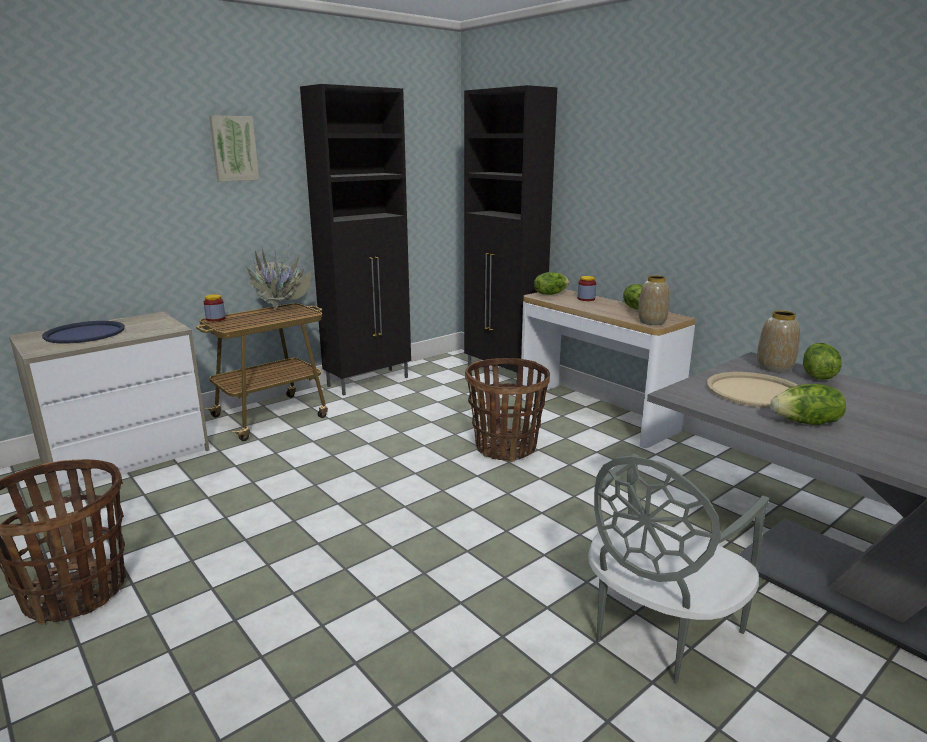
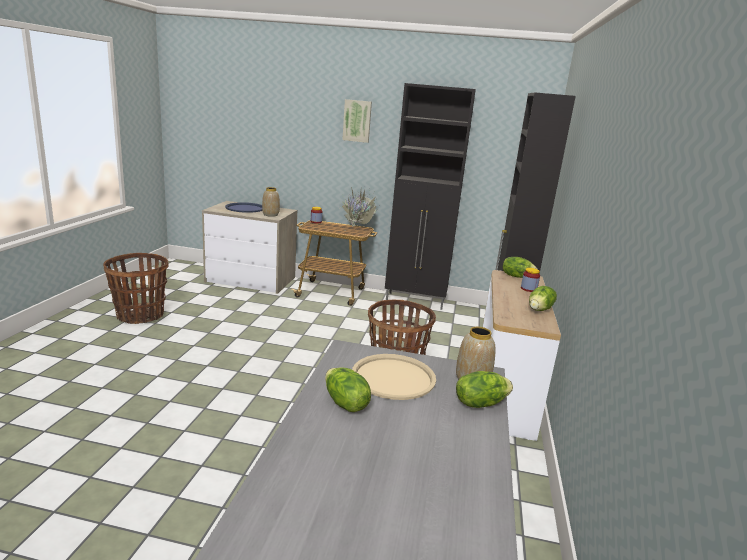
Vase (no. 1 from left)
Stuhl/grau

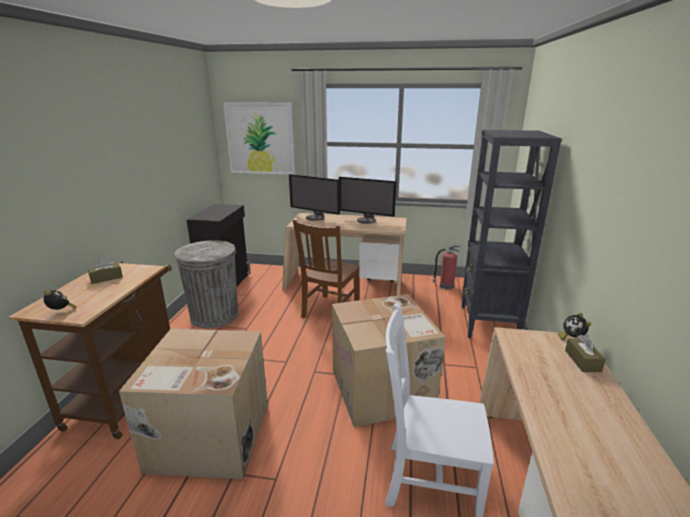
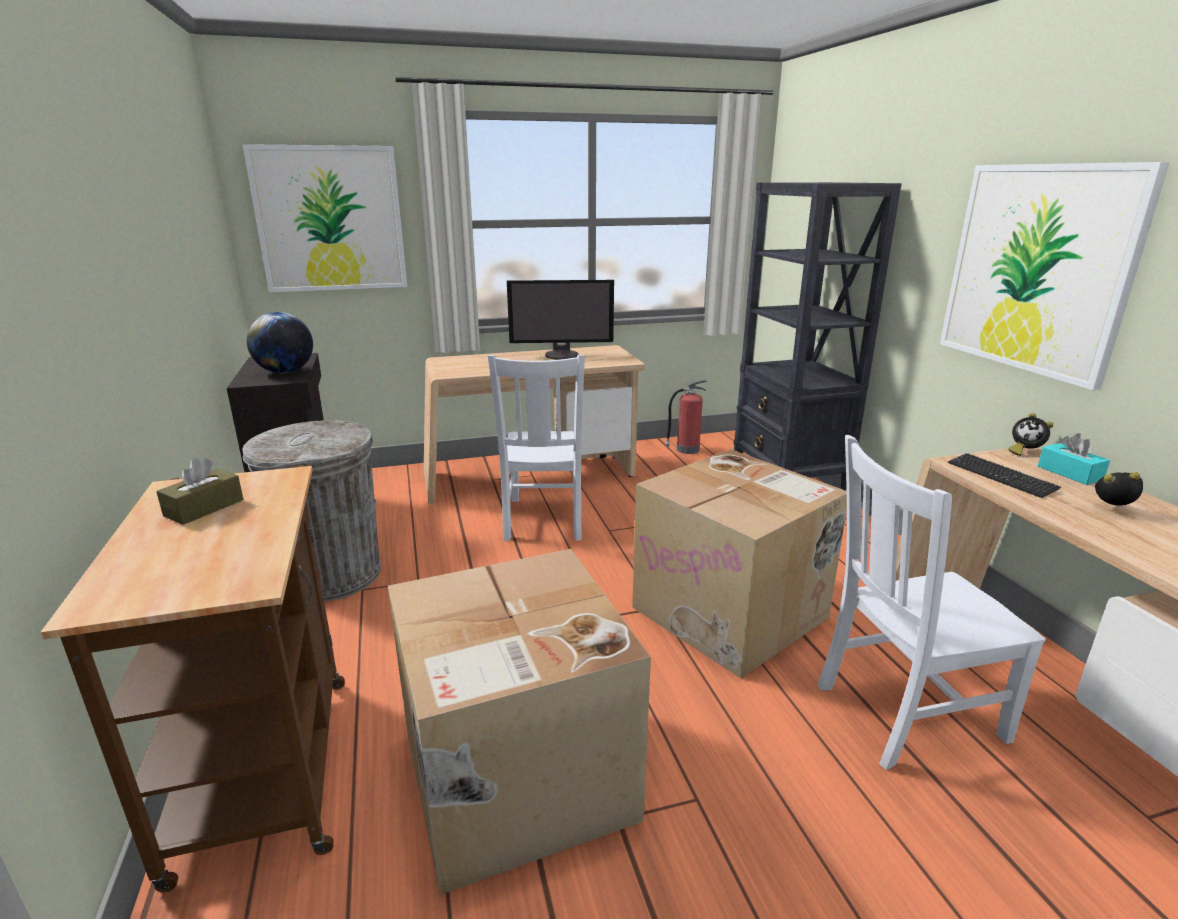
Globus
Stuhl/weiß (no. 1 from left)
Bild (no. 2 from left)
Tastatur
Taschentuchbox/türkis
Wecker (no. 2 from left)
Monitor (no. 1 from left in the first image)

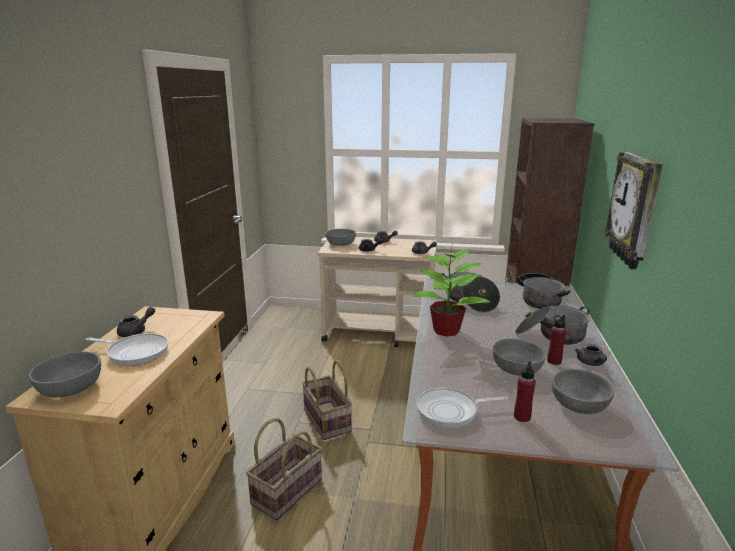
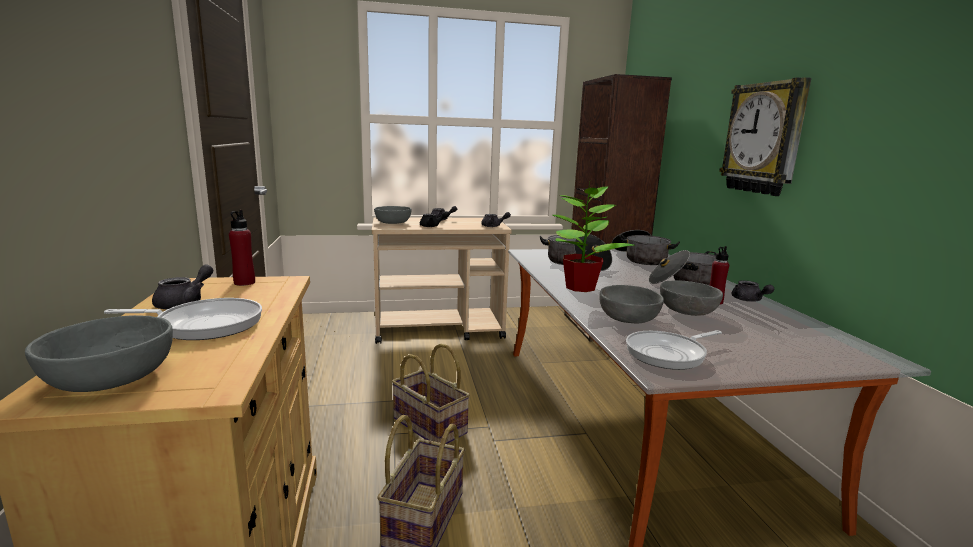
Flasche/rot (no. 1 from left)
Schüssel/grau (no. 3 from left)

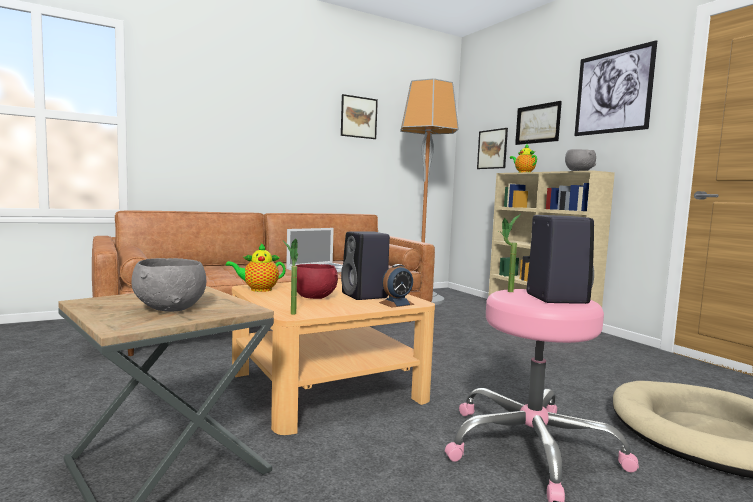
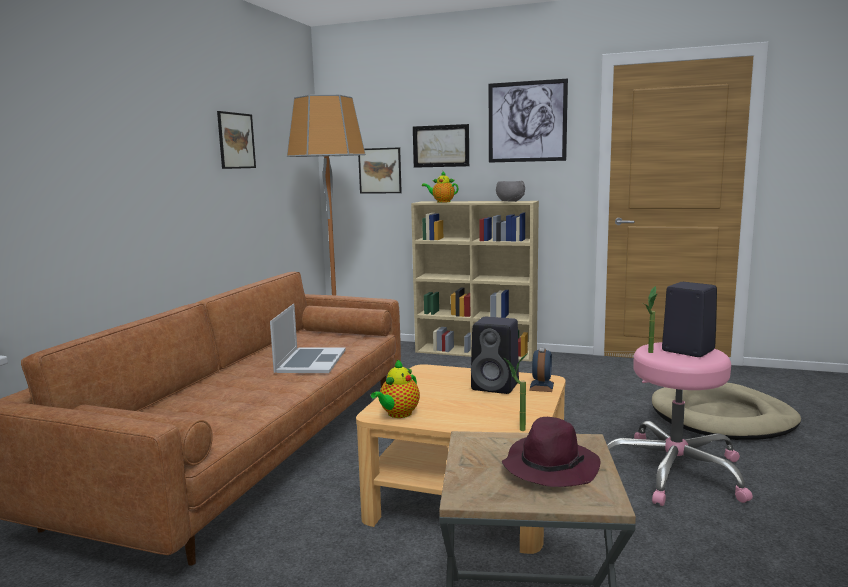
Hut/lila
Schüssel/rot

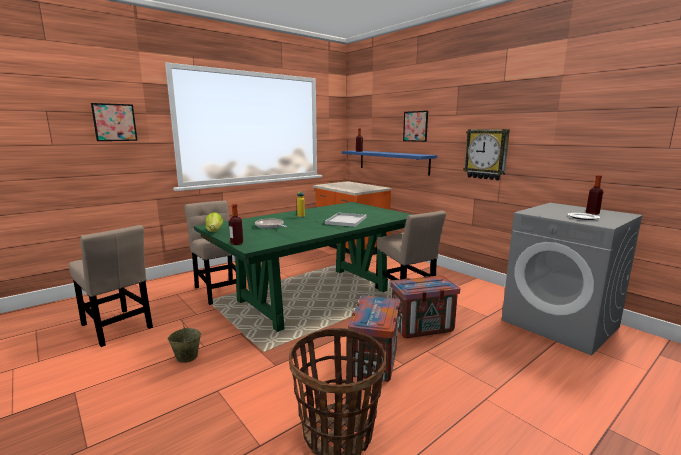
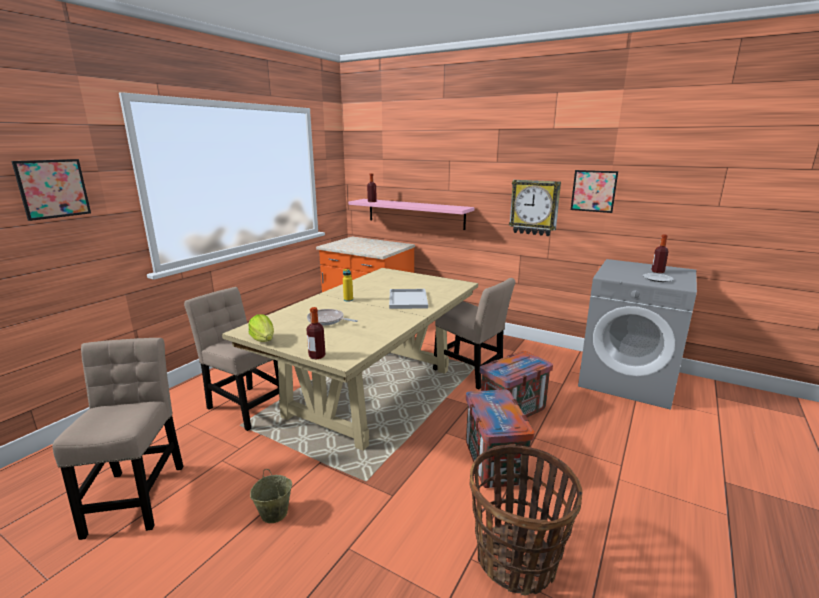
Stuhl/beige (no. 1 from left)
Esstisch/beige
Wandregal/rosa
Bild (no. 2 from left)

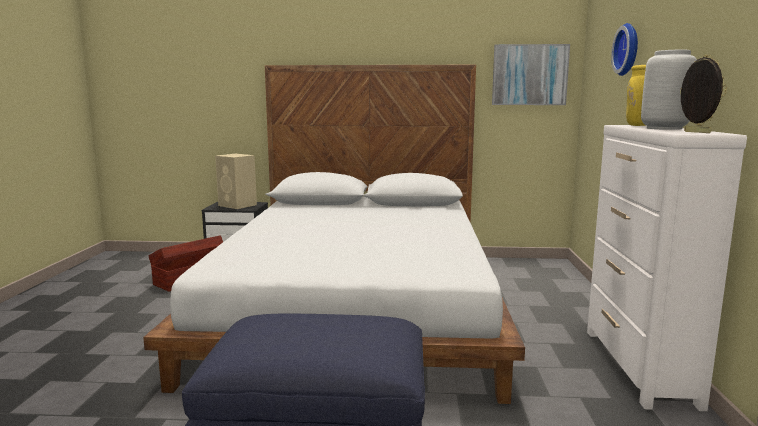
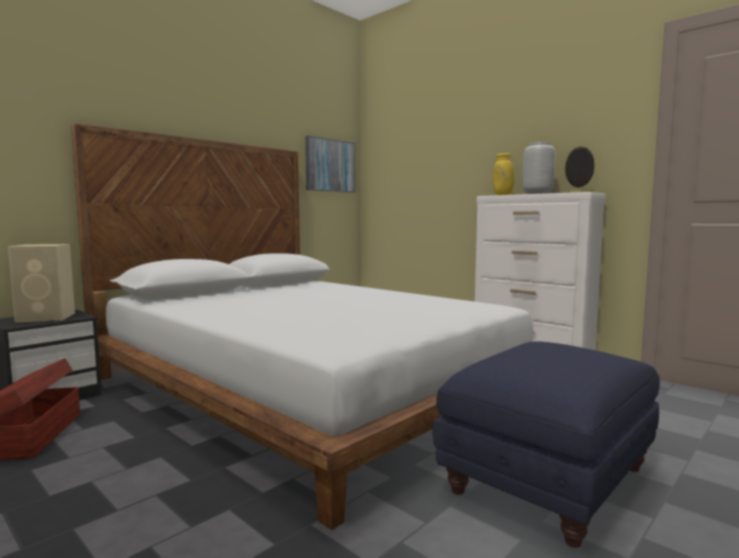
Wanduhr

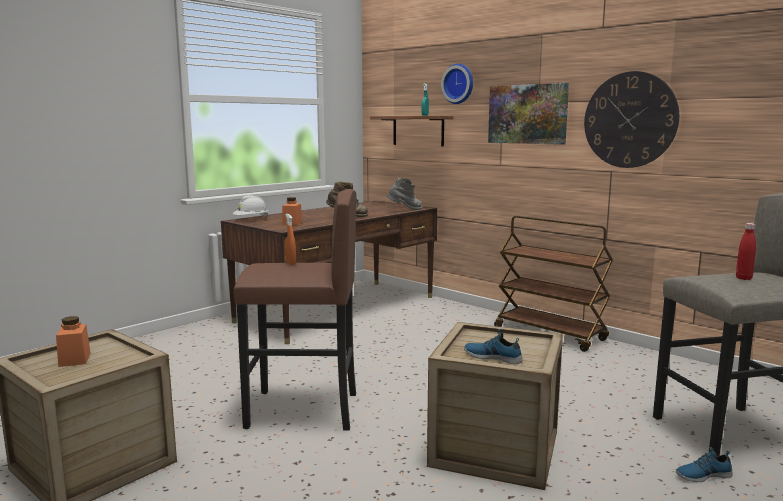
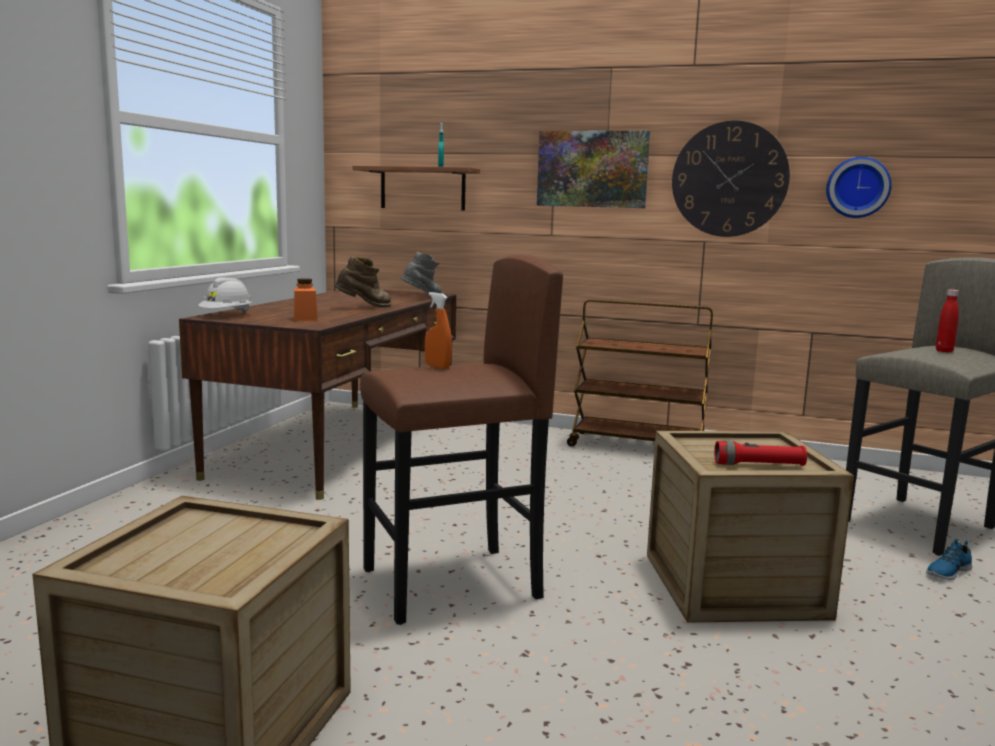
Taschenlampe/rot
Wanduhr (no. 2 from left)
Vorratsglas/orange (no. 1 from left in the first image)

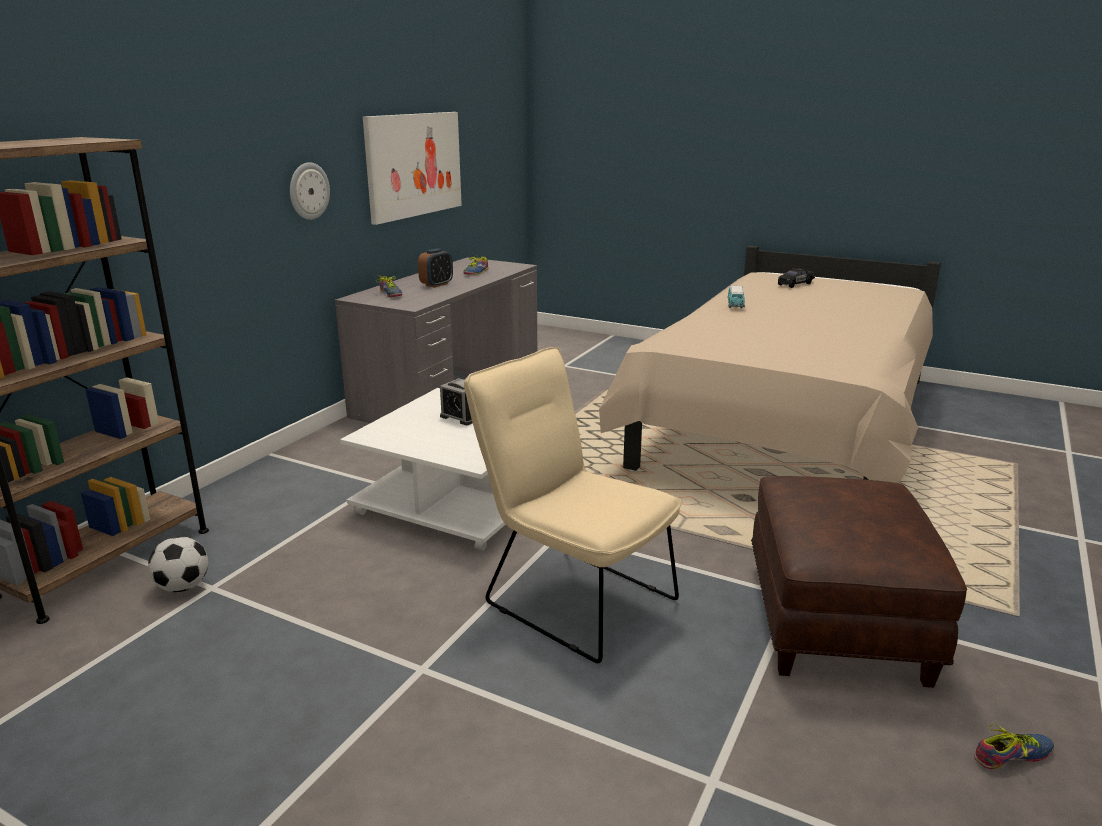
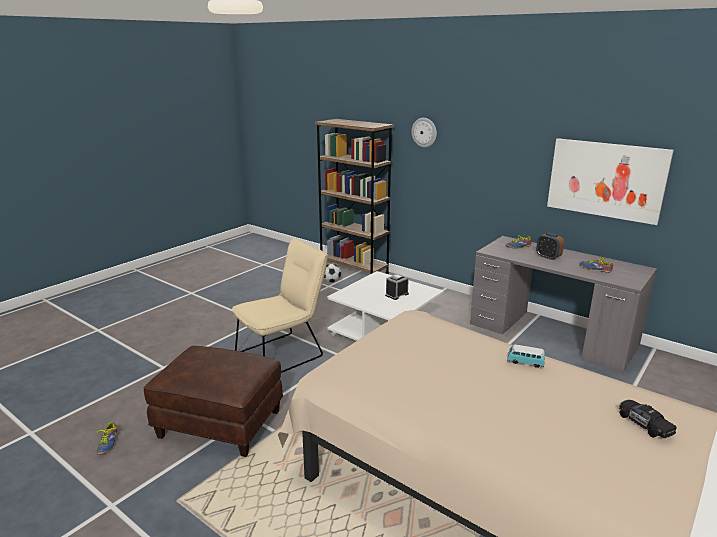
Wanduhr

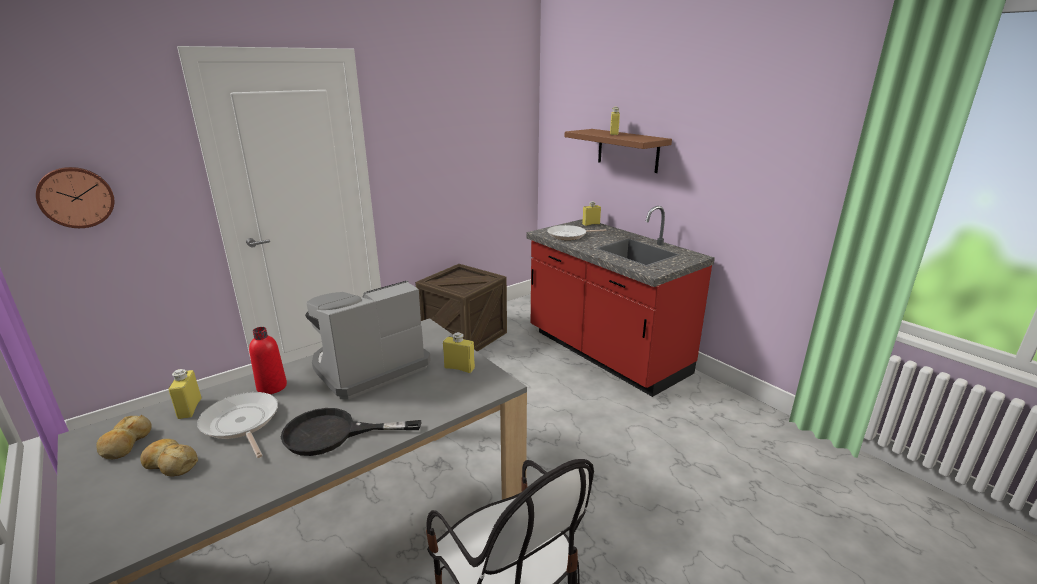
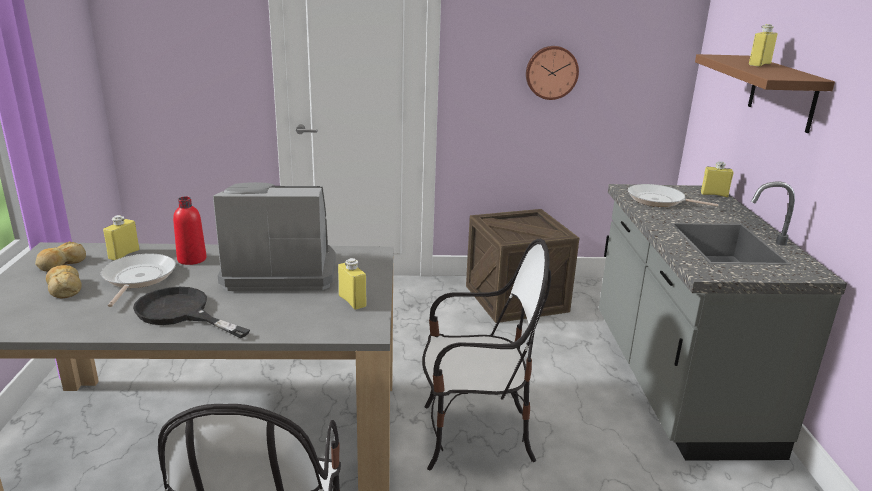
Stuhl (no. 2 from left)
Wanduhr
Küchenzeile/grau

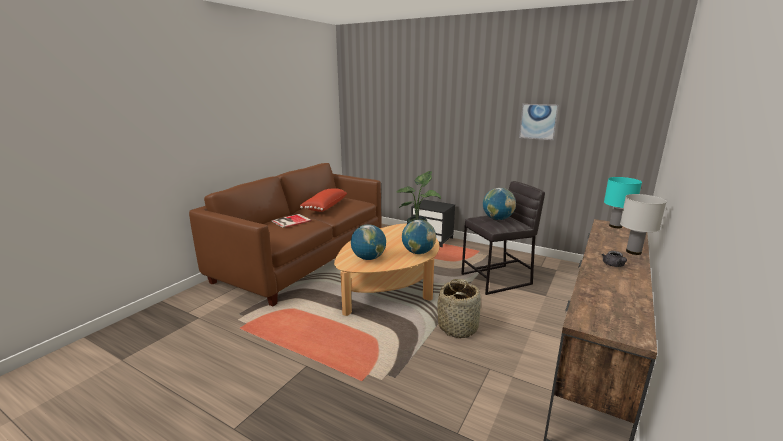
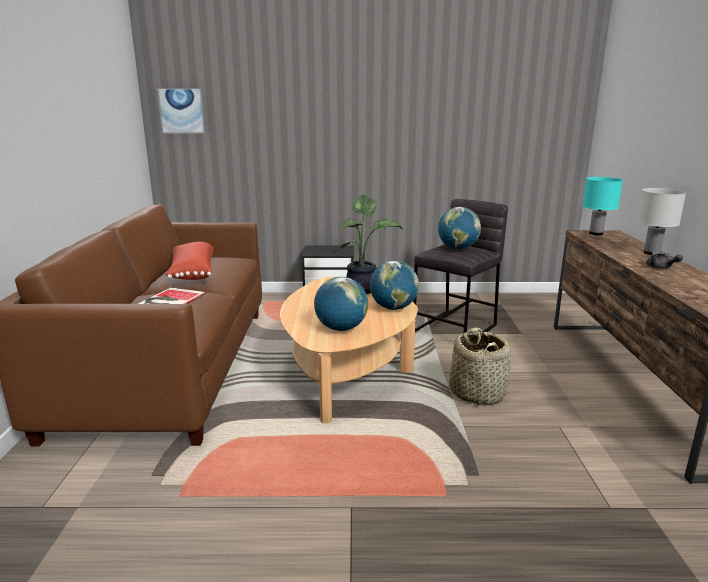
Bild

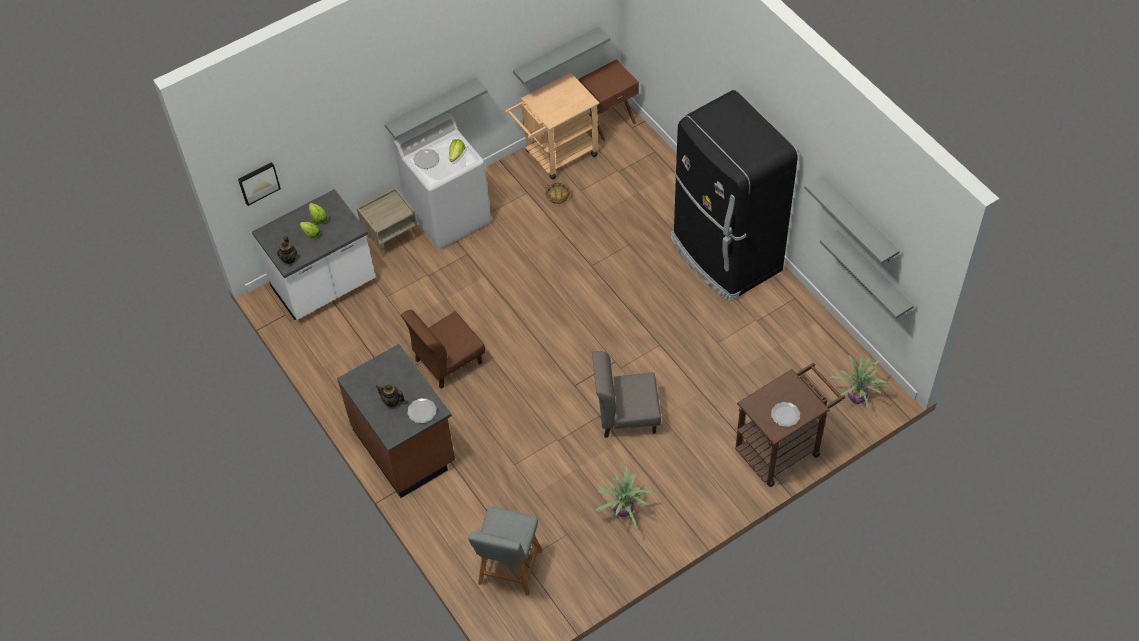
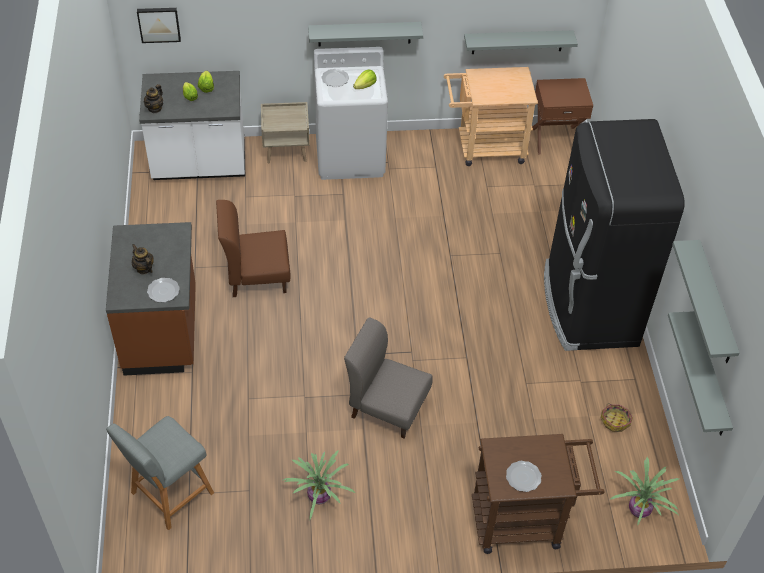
Korb

